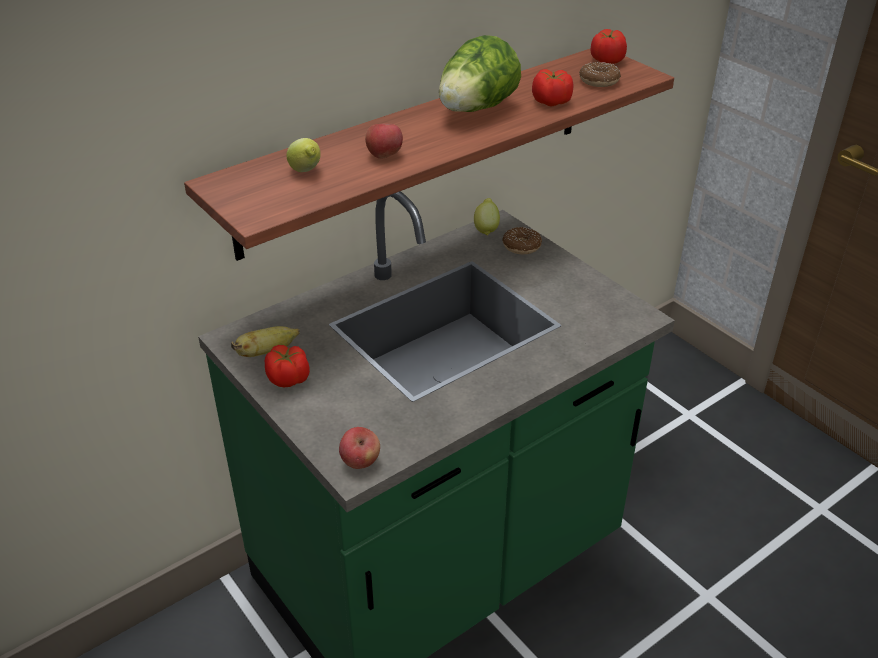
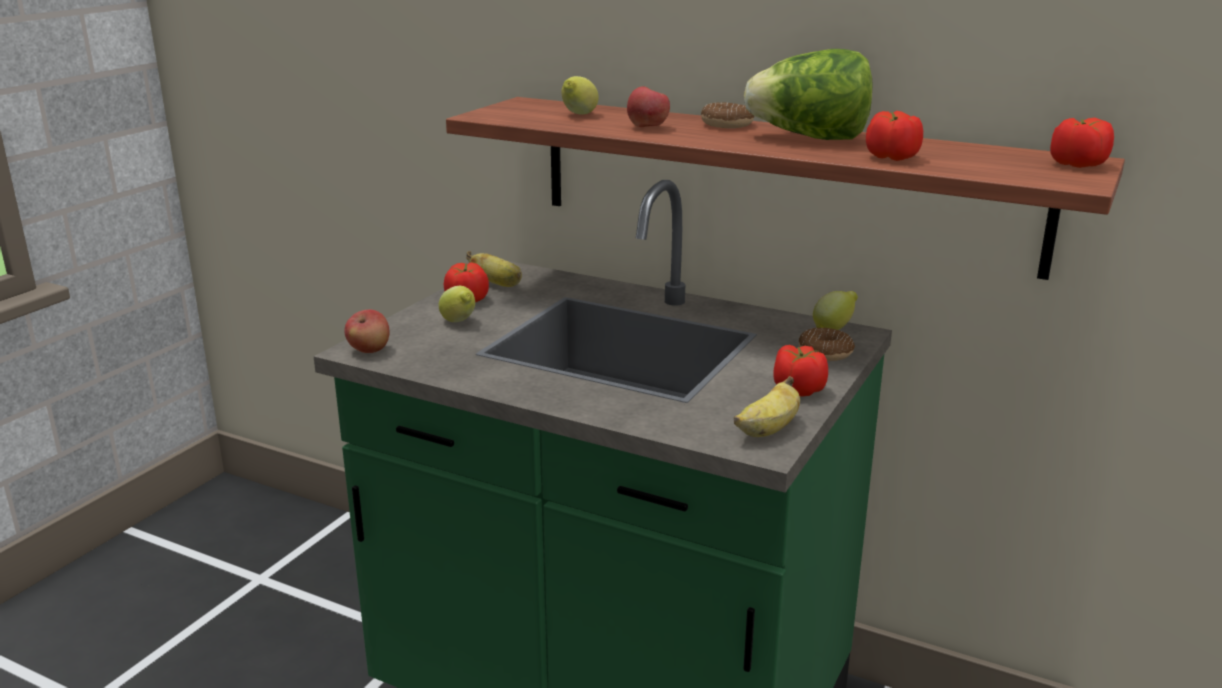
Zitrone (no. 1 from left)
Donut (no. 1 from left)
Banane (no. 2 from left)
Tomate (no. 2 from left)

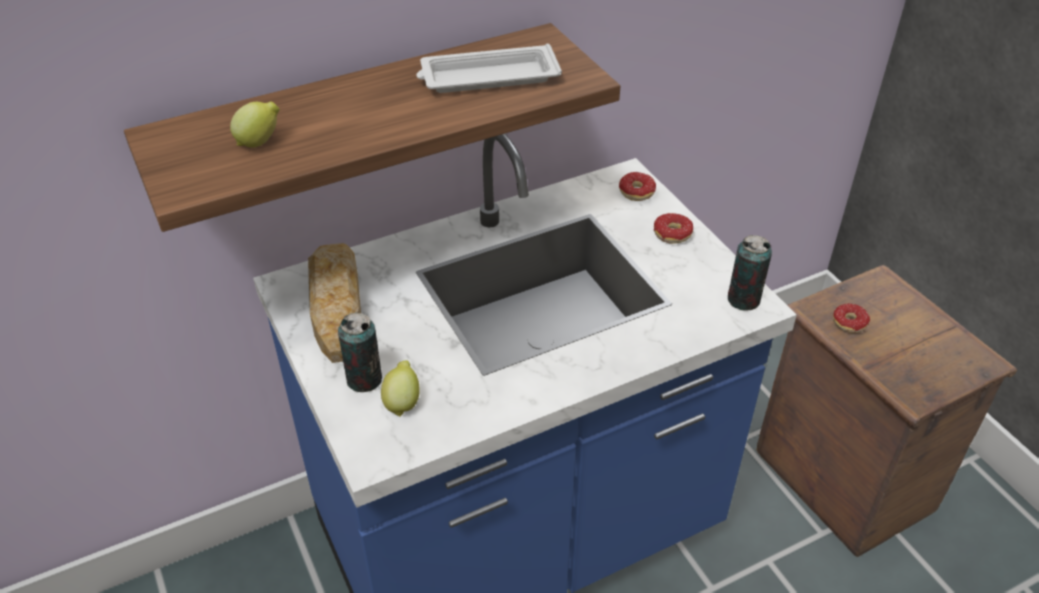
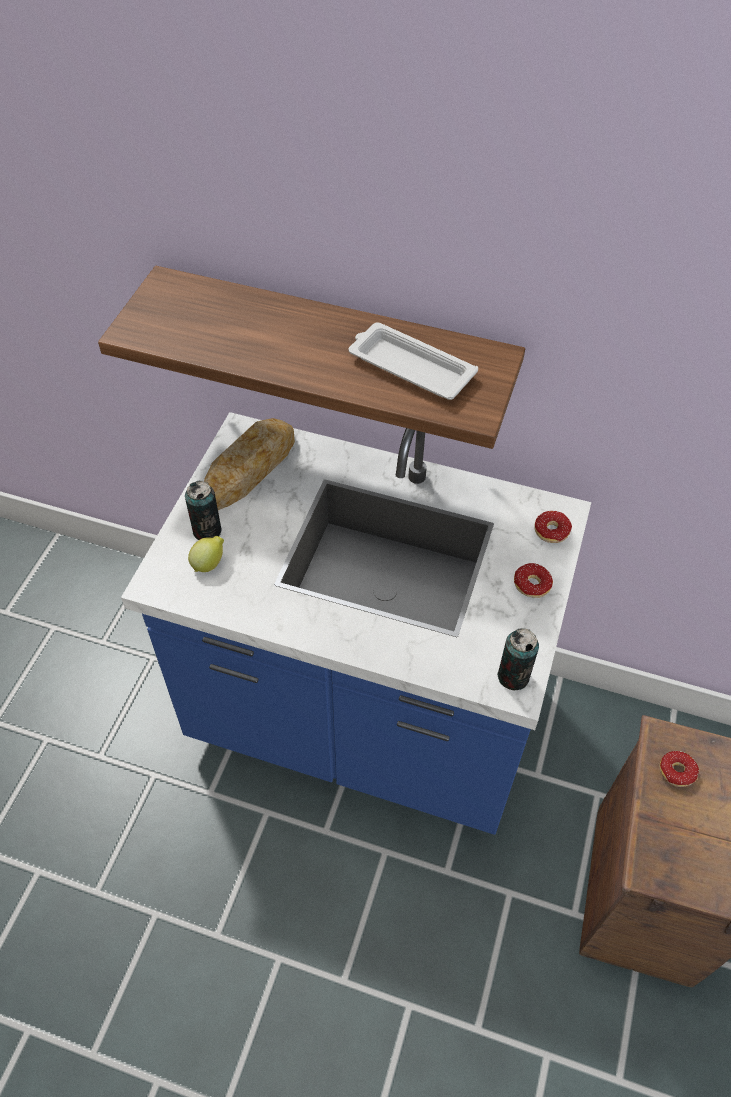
Zitrone (no. 1 from left in the first image)

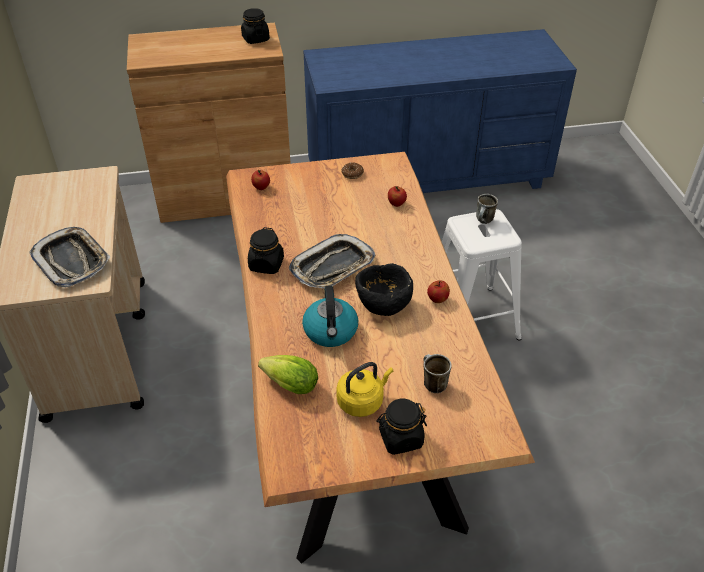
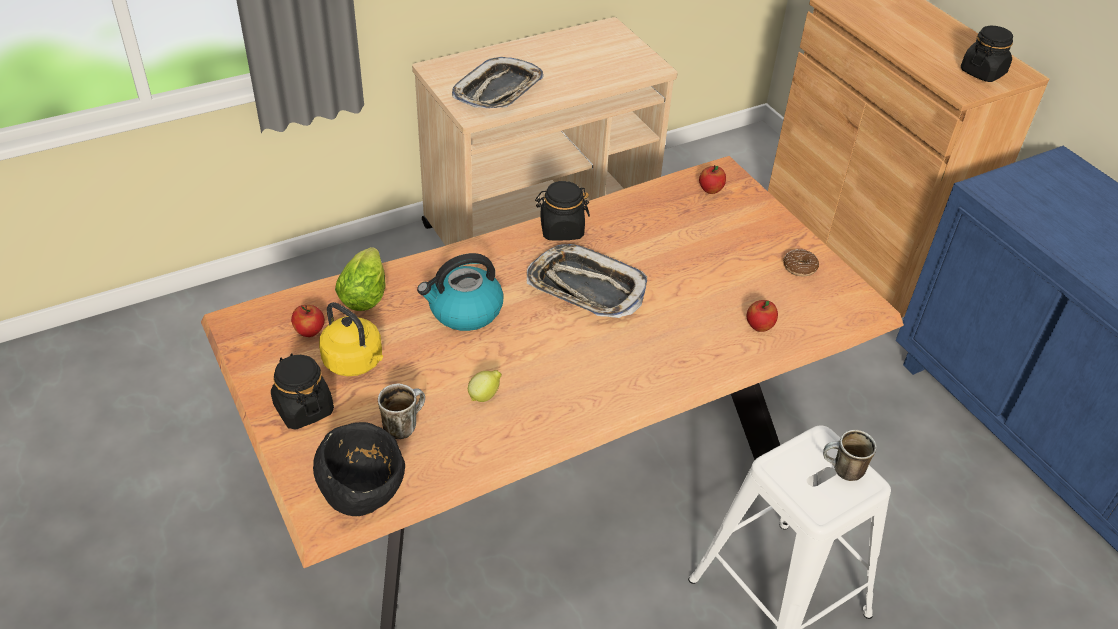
Apfel (no. 1 from left)
Schüssel/schwarz
Zitrone

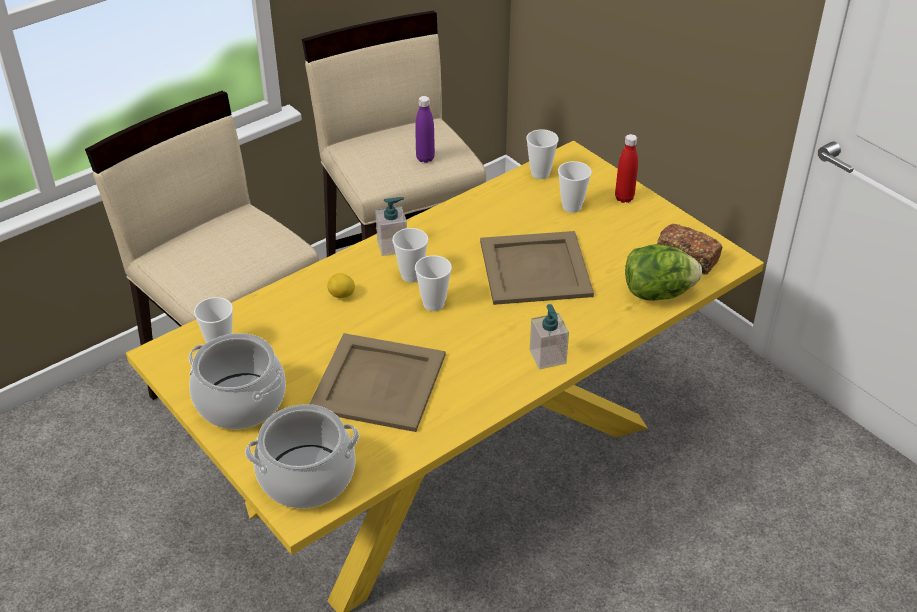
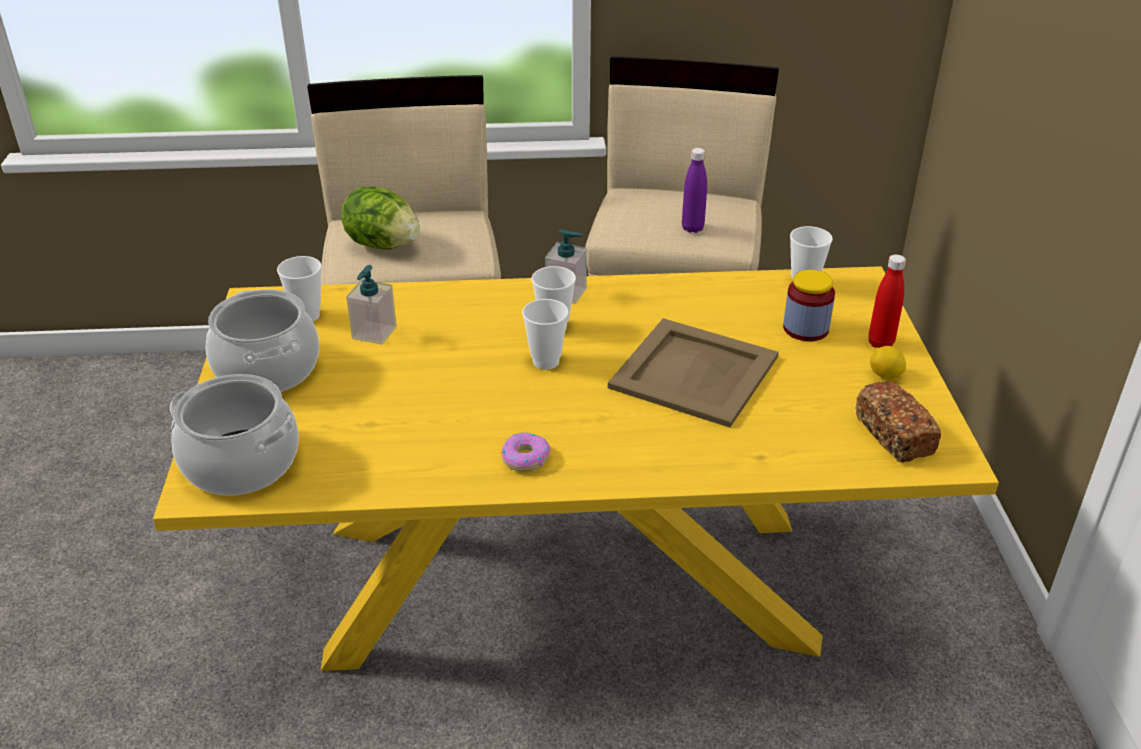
Salatkopf
Seifenspender (no. 1 from left)
Donut
Vorratsglas
Zitrone
Tablett/beige (no. 1 from left in the first image)

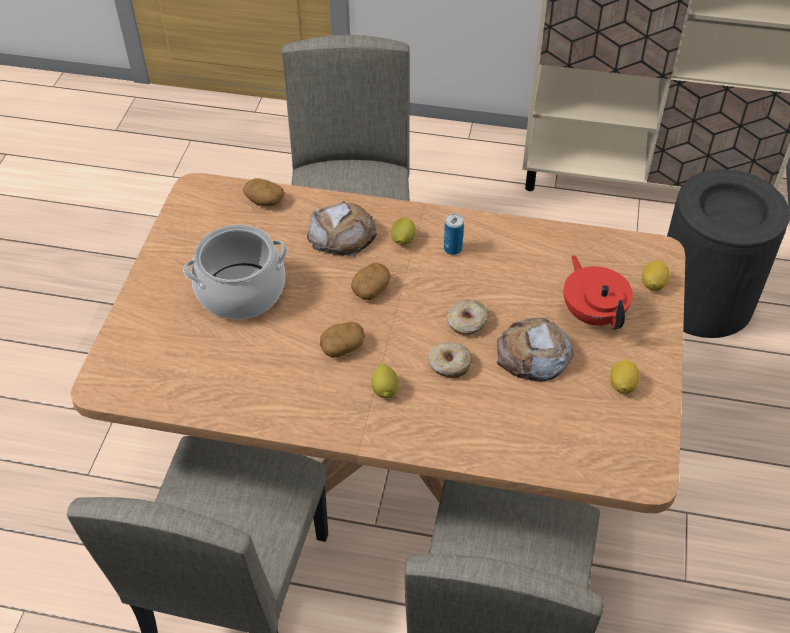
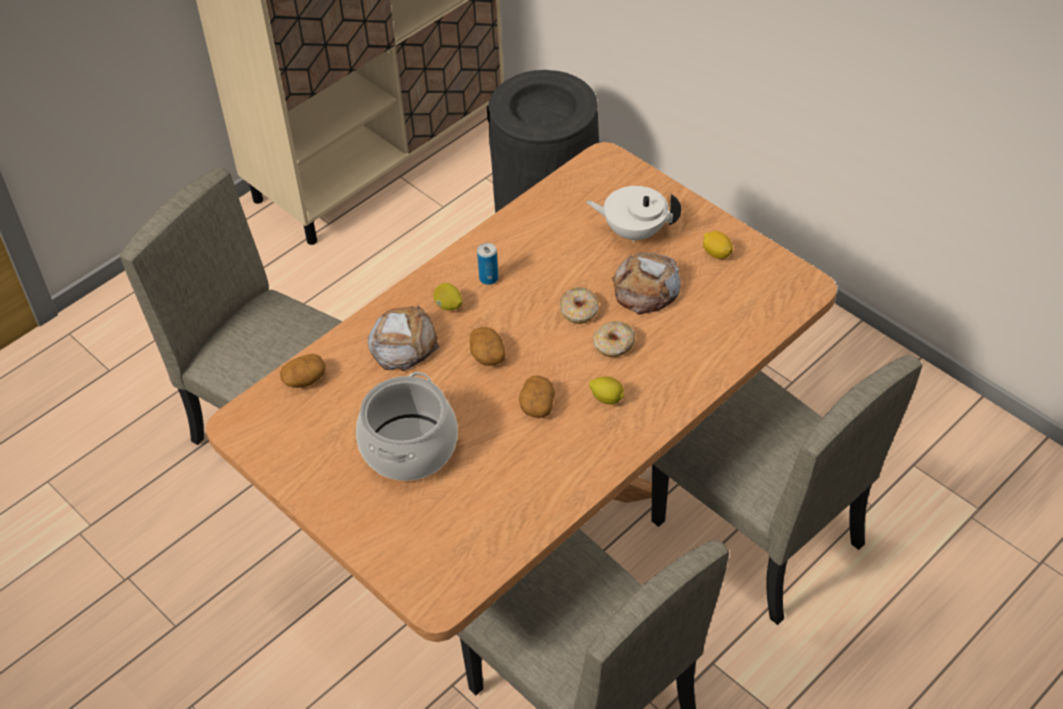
Teekanne/weiß
Zitrone (no. 4 from left in the first image)

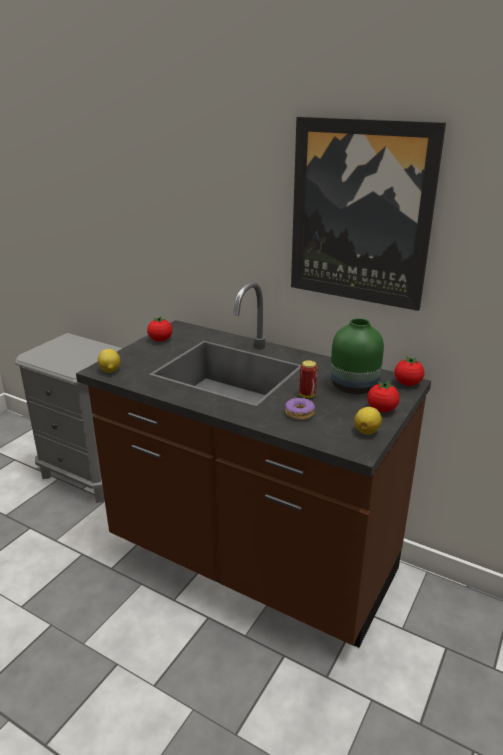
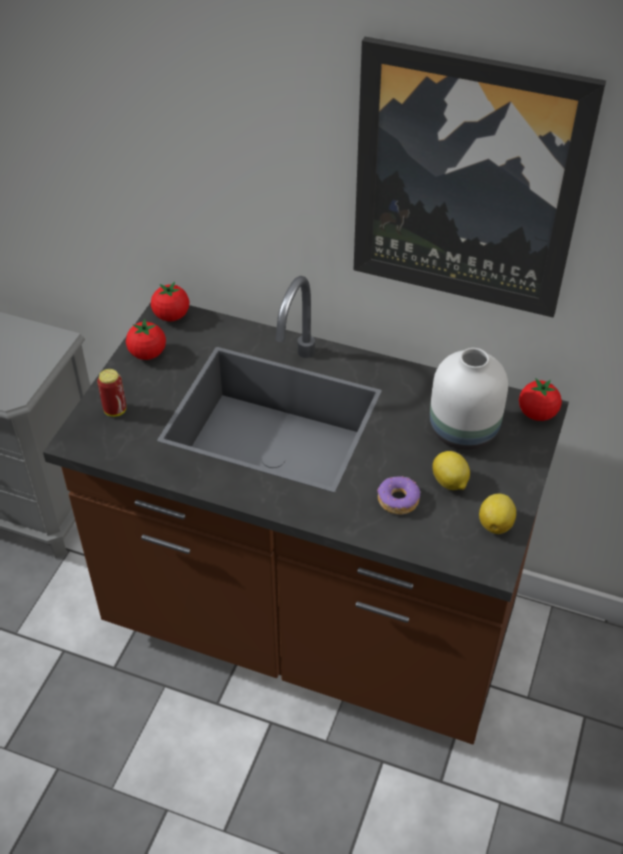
Dose
Tomate (no. 2 from left)
Vase/weiß
Zitrone (no. 1 from left)

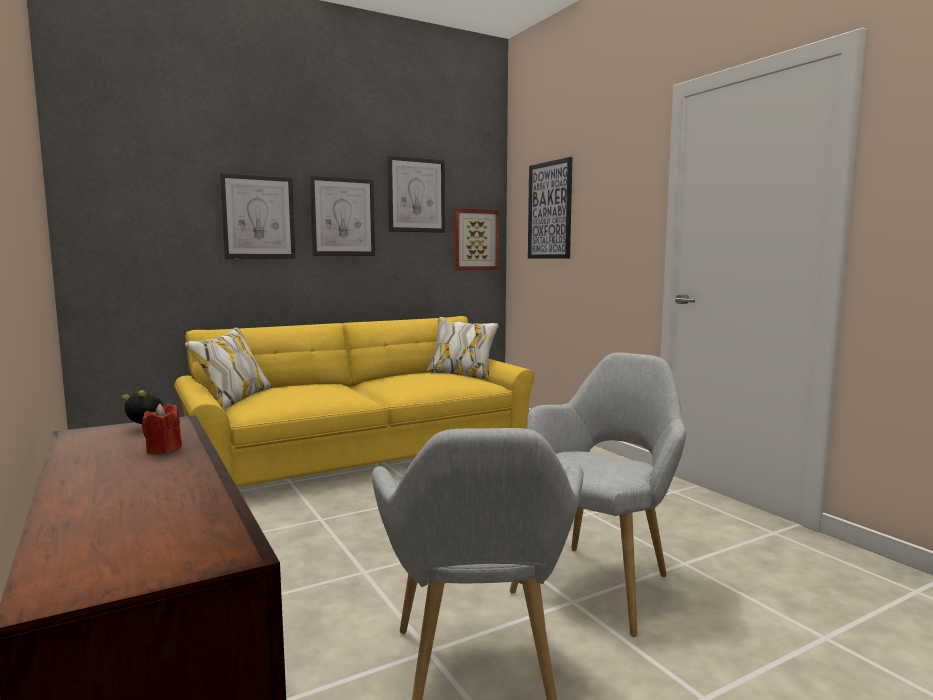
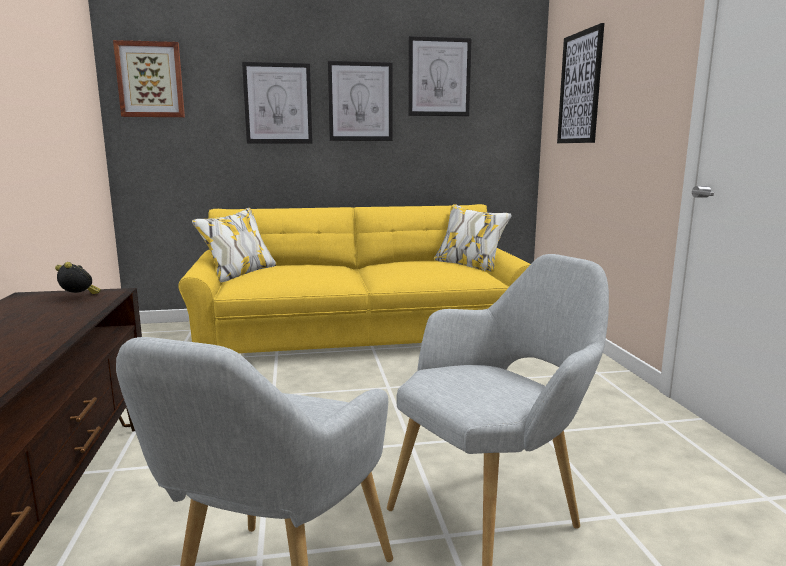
Bild (no. 1 from left)
Kerze/rot

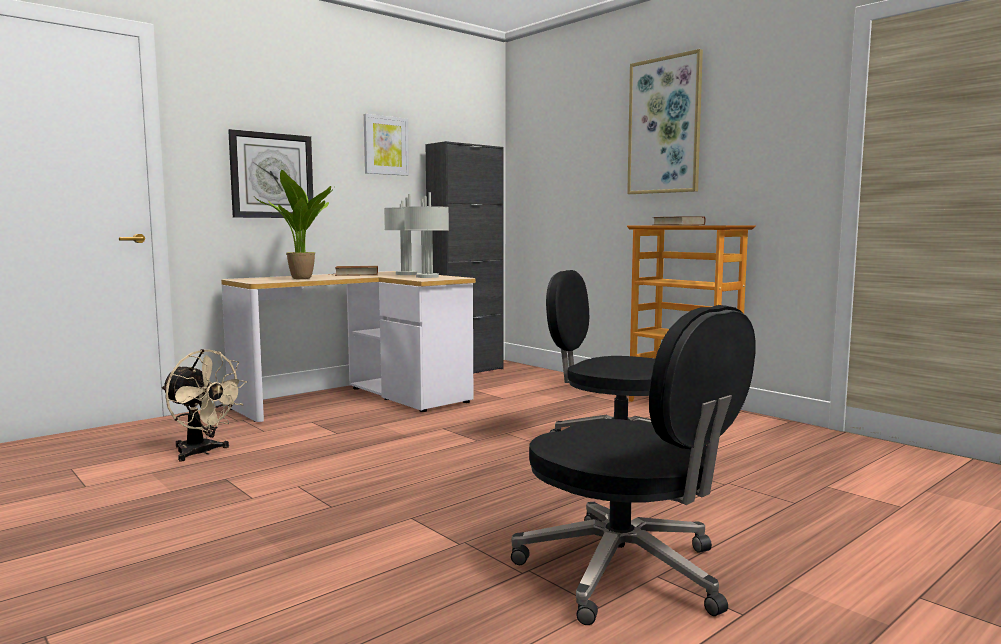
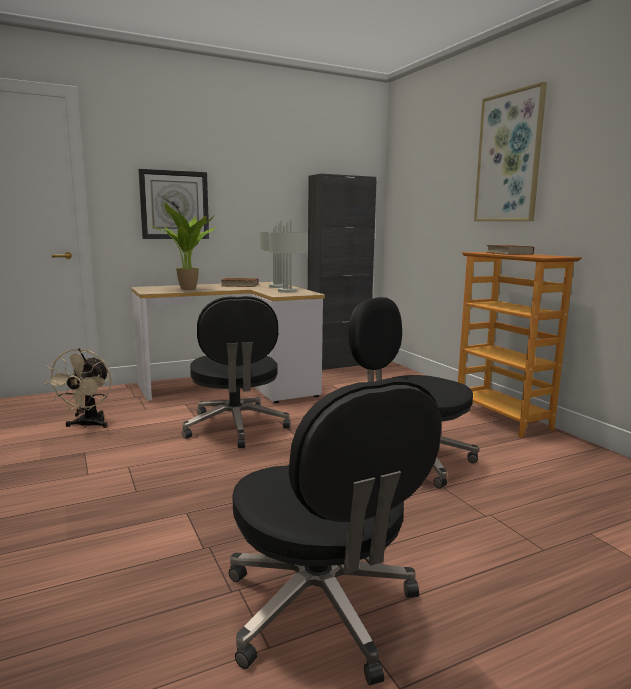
Ventilator/beige
Bürostuhl/schwarz (no. 1 from left)
Bild (no. 1 from left in the first image)

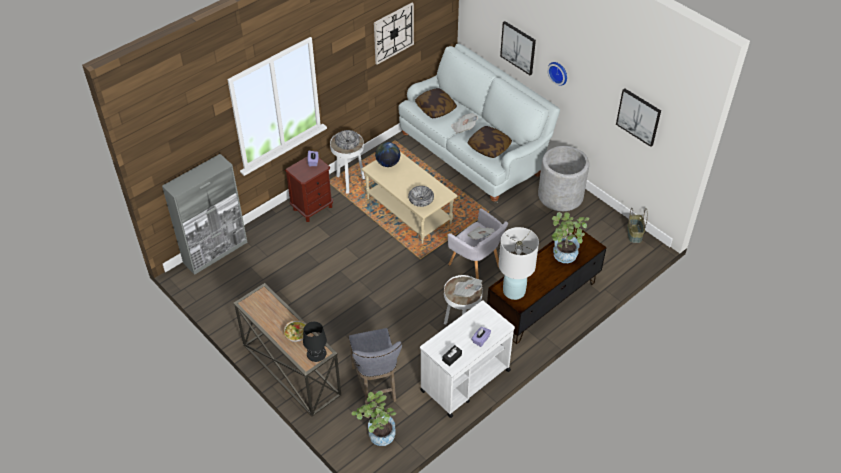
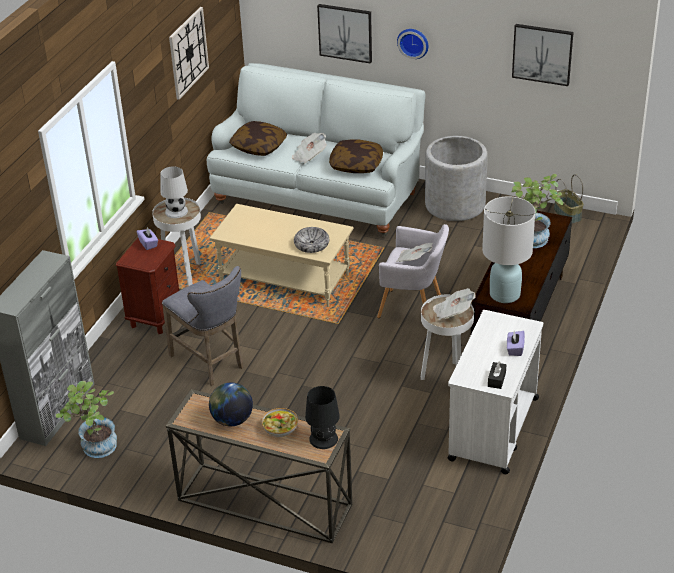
Topfpflanze (no. 1 from left)
Tischlampe/weiß (no. 1 from left)
Hocker/grau
Globus

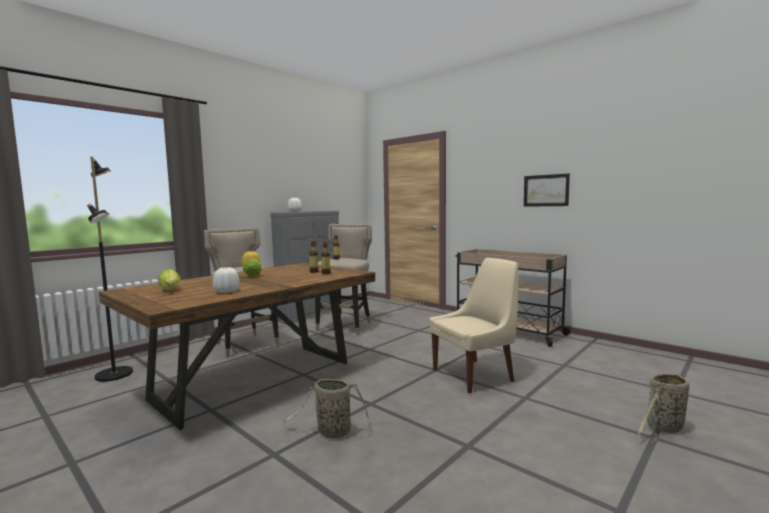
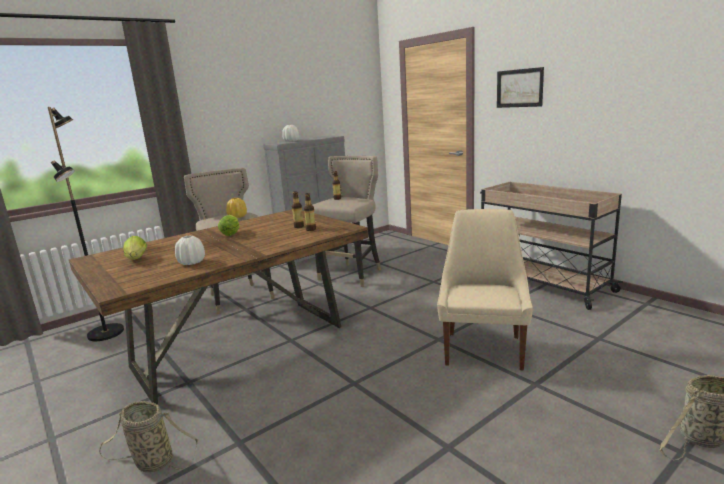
Korb (no. 1 from left)
Stuhl/beige
Bild

